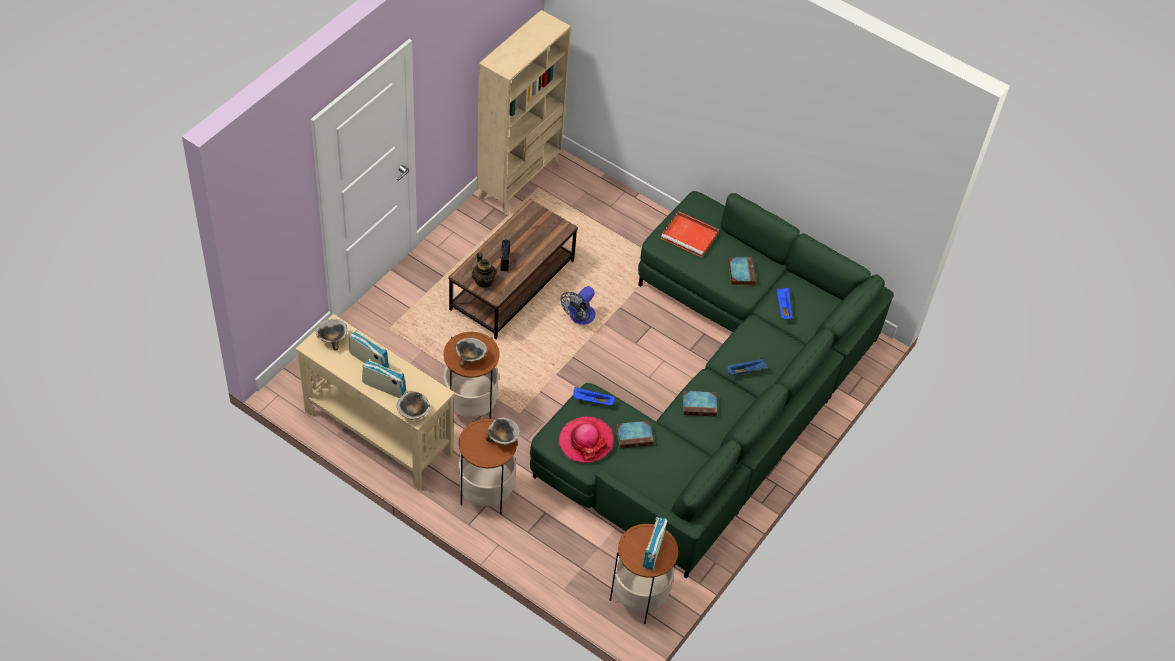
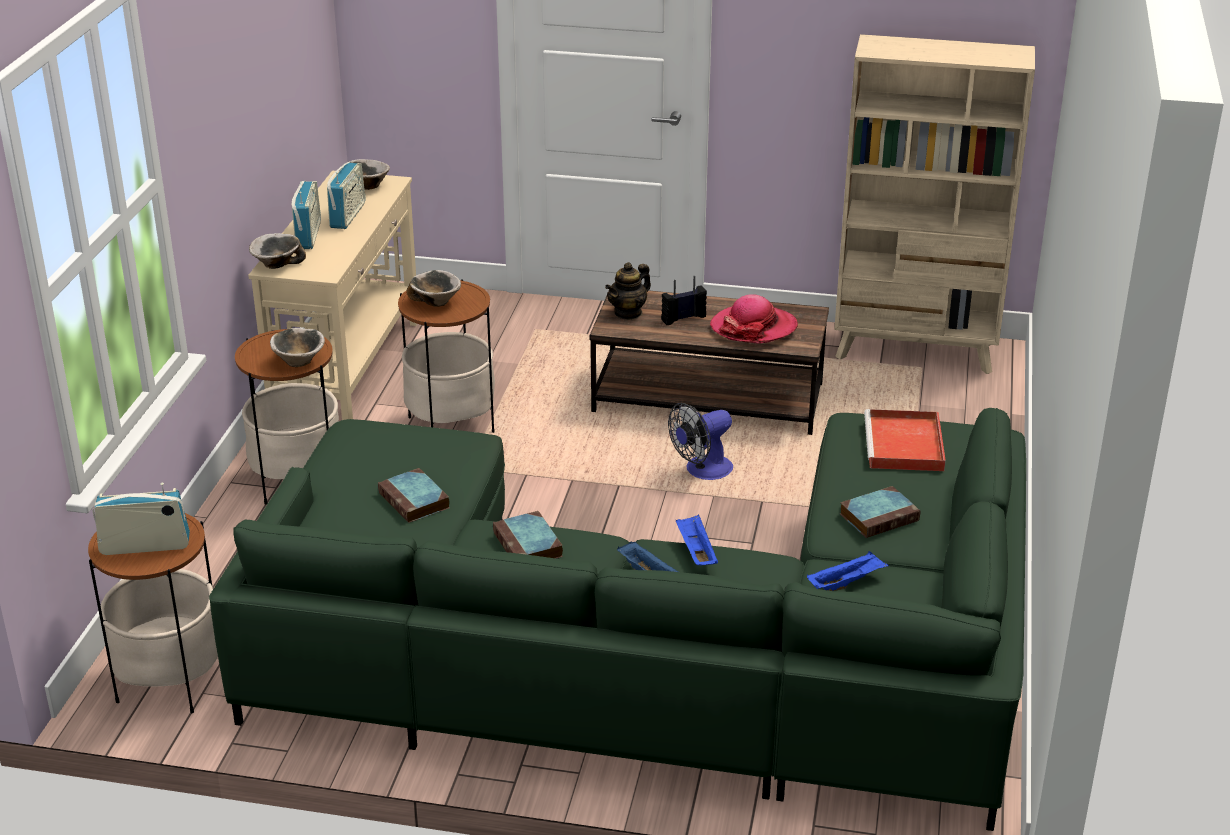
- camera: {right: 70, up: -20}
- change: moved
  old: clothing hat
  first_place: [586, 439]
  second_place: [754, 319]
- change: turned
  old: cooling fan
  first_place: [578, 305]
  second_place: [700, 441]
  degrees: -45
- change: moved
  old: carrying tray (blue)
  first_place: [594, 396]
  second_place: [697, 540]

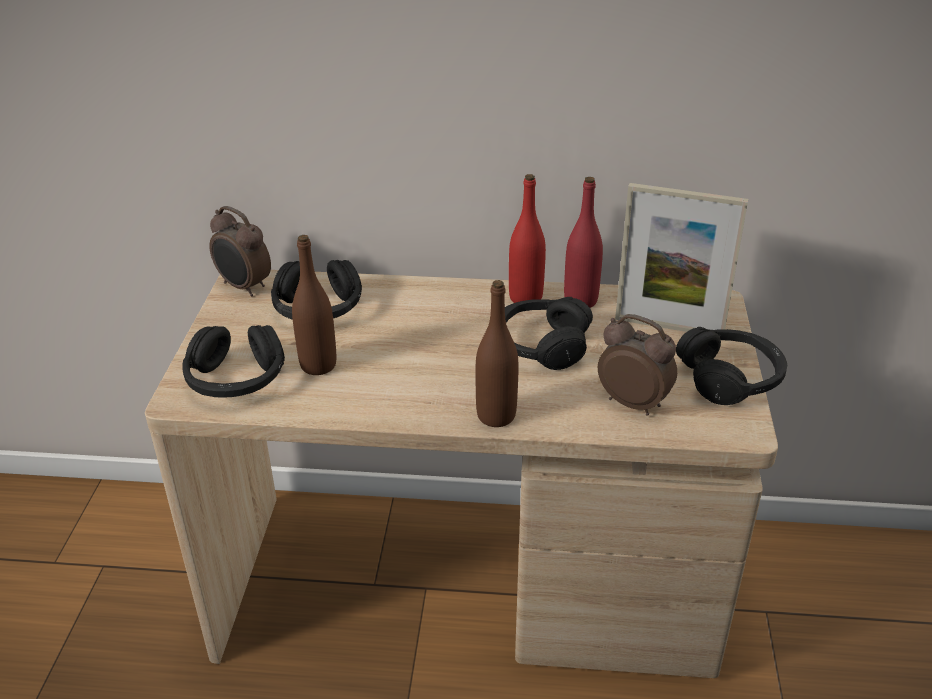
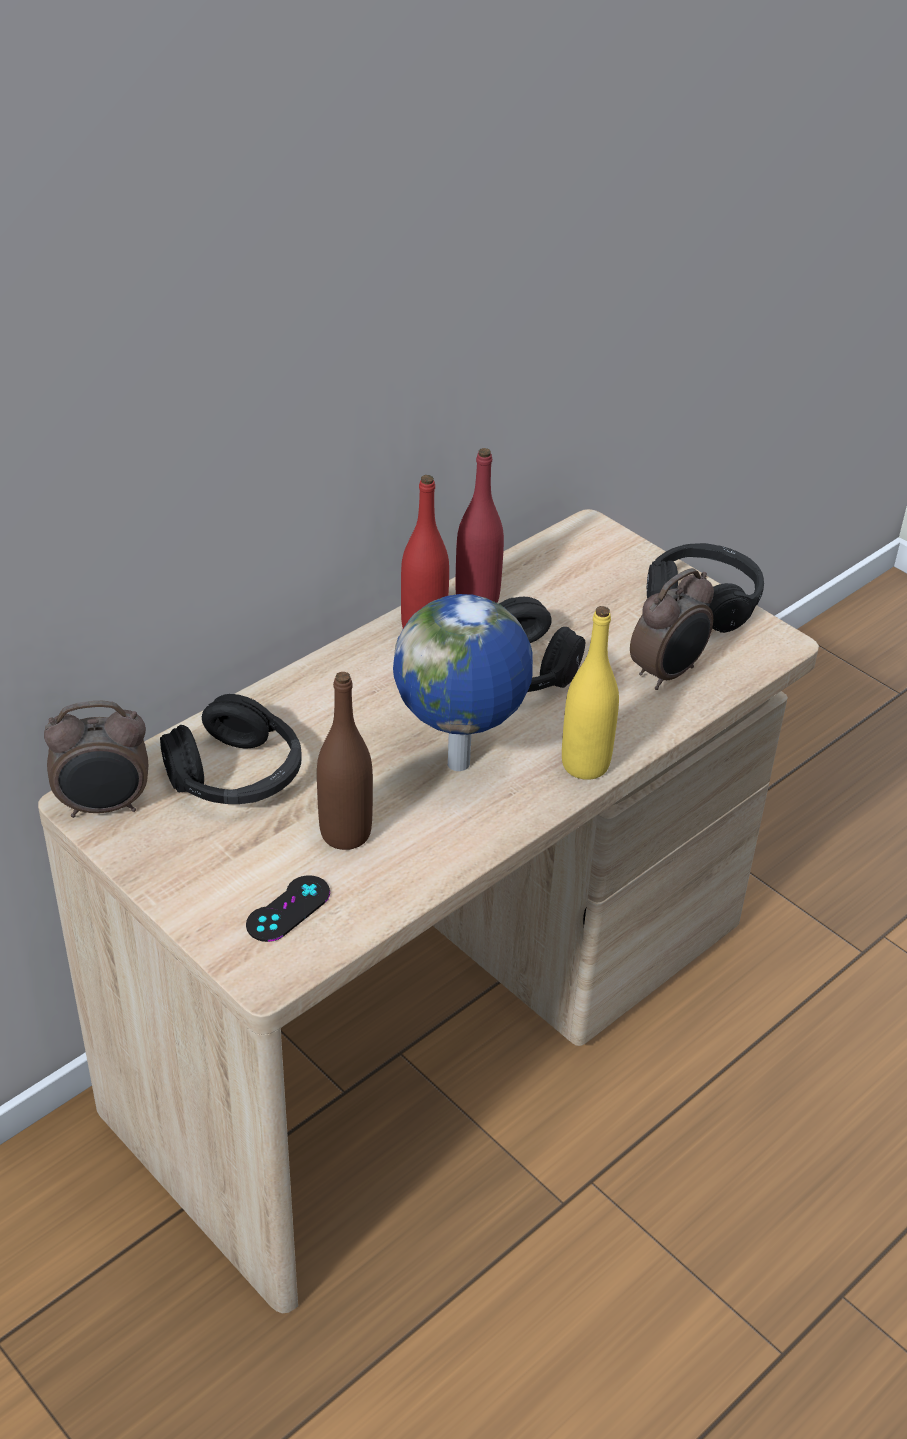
- camera: {right: -50, up: 5}
- change: replaced
  old: headphones (blackish)
  new: game controller (blackish)
  first_place: [233, 361]
  second_place: [288, 908]
- change: recoloured
  old: bottle (brown-coloured)
  new: bottle (yellow)
  first_place: [497, 353]
  second_place: [590, 693]
- change: turned
  old: bedside clock
  first_place: [637, 365]
  second_place: [672, 629]
  degrees: 150
- change: removed
  old: standing frame
  first_place: [681, 257]
- change: added
  new: world globe
  second_place: [463, 682]

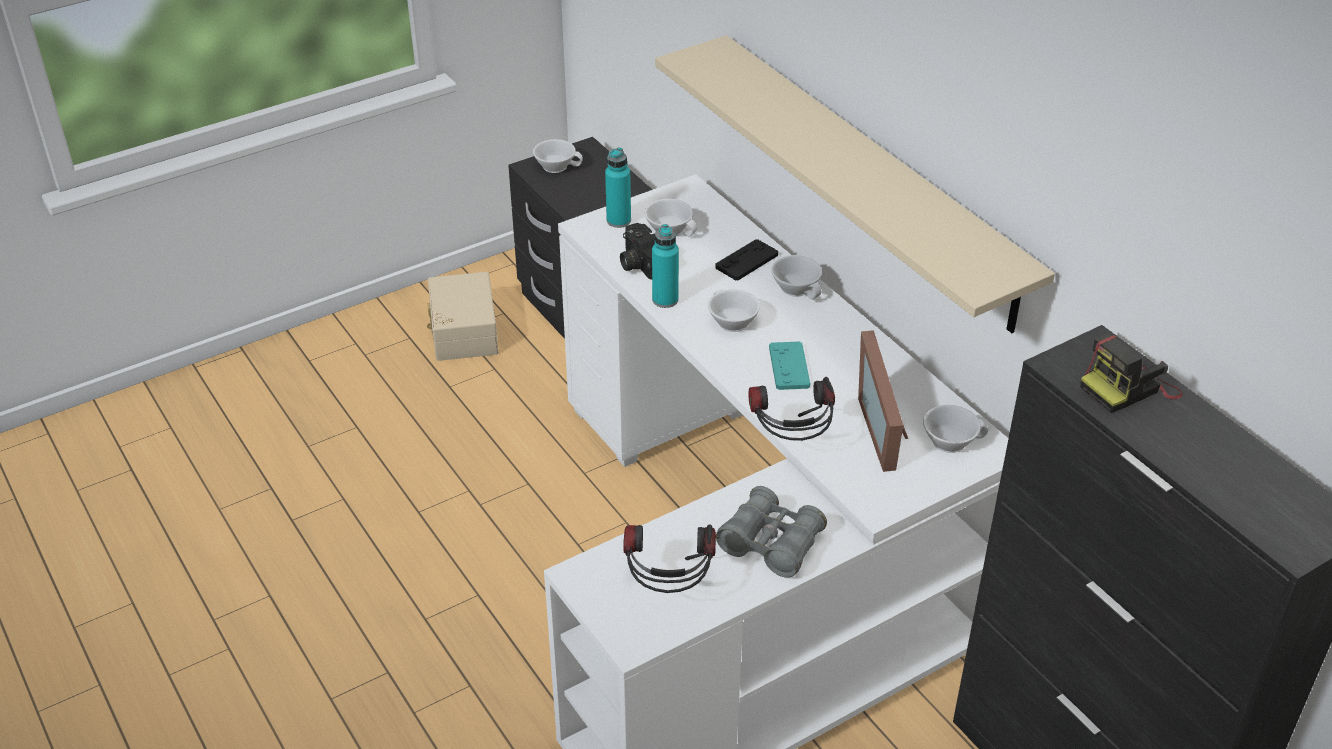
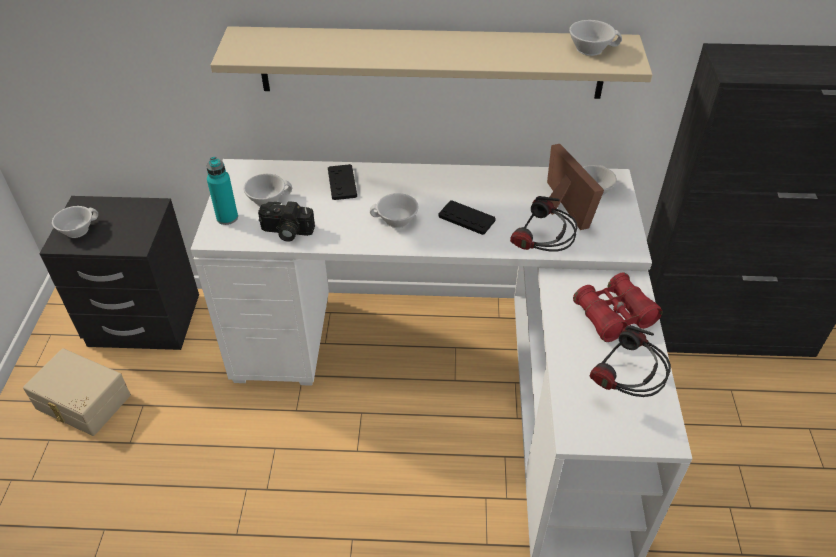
- camera: {right: -55, up: 5}
- change: removed
  old: bottle (turquoise)
  first_place: [665, 266]
- change: recoloured
  old: pair of binoculars (greyish)
  new: pair of binoculars (red-coloured)
  first_place: [771, 532]
  second_place: [618, 307]
- change: recoloured
  old: game controller (turquoise)
  new: game controller (blackish)
  first_place: [789, 365]
  second_place: [467, 218]
- change: moved
  old: cup (whitish)
  first_place: [796, 277]
  second_place: [595, 38]
- change: turned
  old: standing frame
  first_place: [883, 401]
  second_place: [575, 187]
  degrees: -135
- change: removed
  old: still camera
  first_place: [1131, 373]

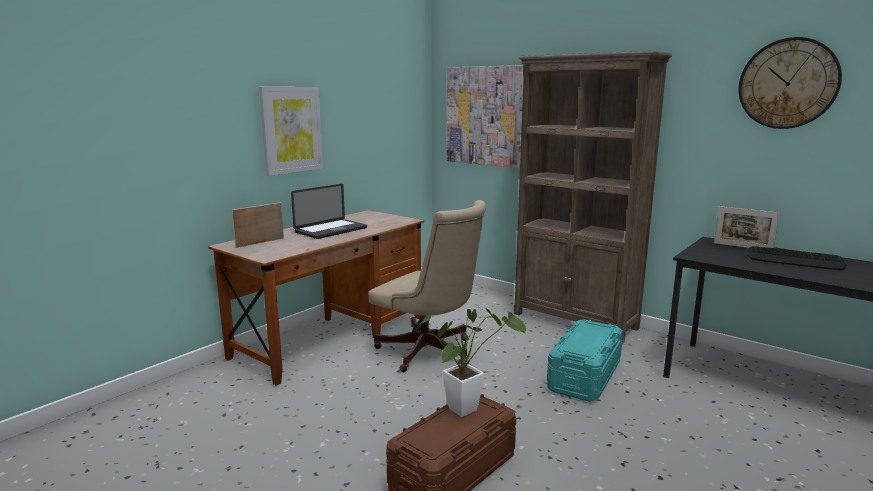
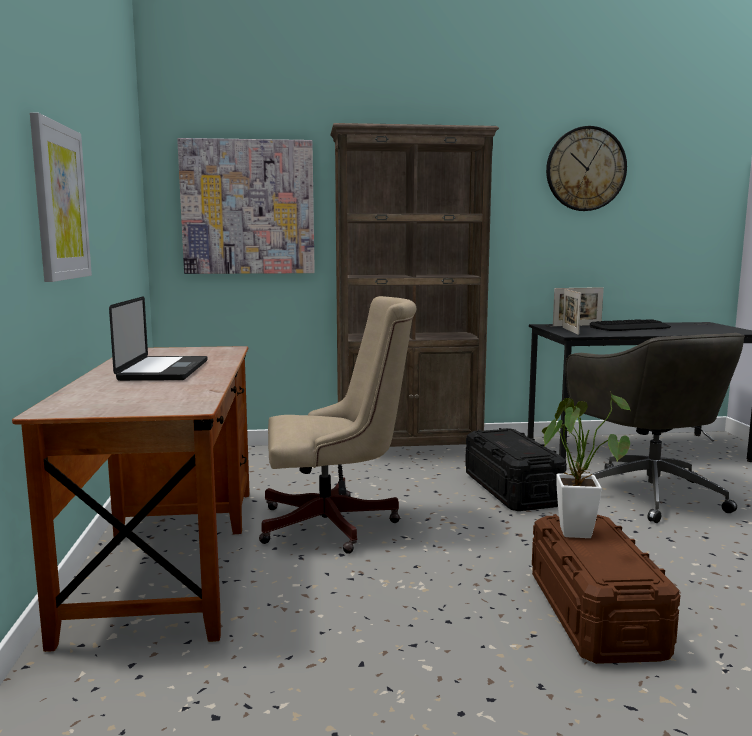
- camera: {right: -45, up: -5}
- change: moved
  old: standing frame
  first_place: [258, 225]
  second_place: [572, 312]
- change: recoloured
  old: storage box (turquoise)
  new: storage box (blackish)
  first_place: [585, 360]
  second_place: [516, 469]
- change: added
  new: desk chair (greyish)
  second_place: [655, 428]

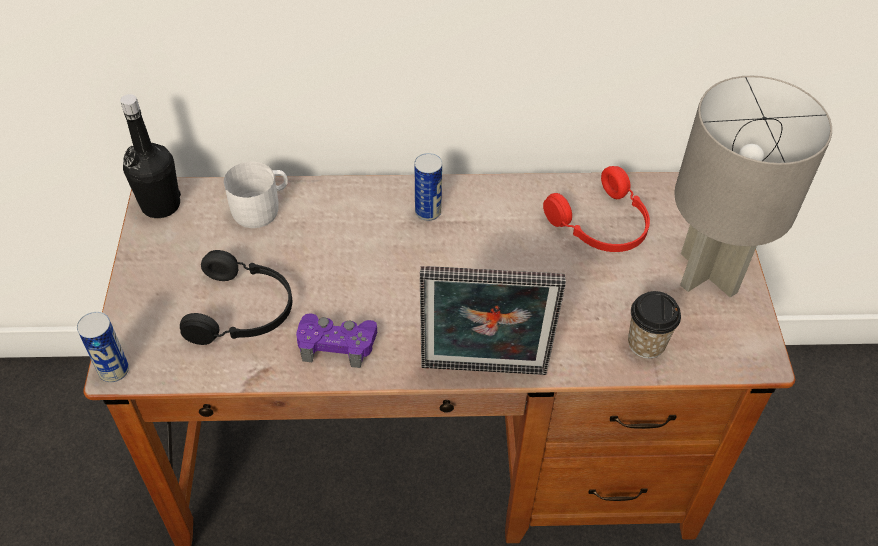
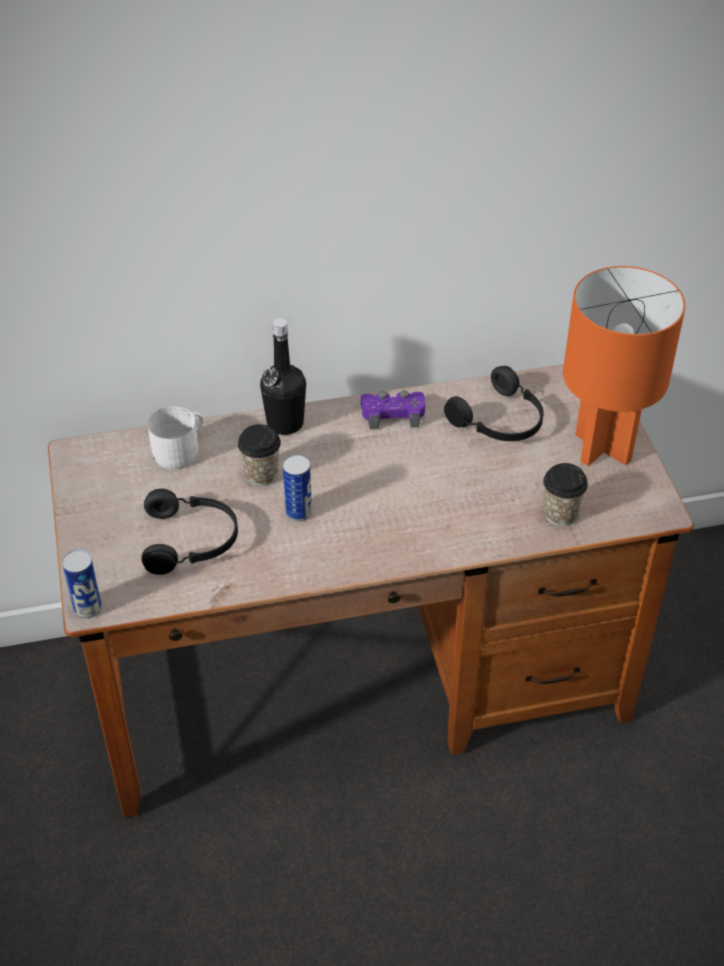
- camera: {right: -10, up: -5}
- change: moved
  old: bottle (blackish)
  first_place: [150, 156]
  second_place: [283, 376]
- change: moved
  old: game controller (purplish)
  first_place: [336, 340]
  second_place: [393, 410]
- change: moved
  old: sealed can
  first_place: [428, 187]
  second_place: [297, 488]
- change: removed
  old: standing frame
  first_place: [493, 320]
- change: recoloured
  old: headphones (red-coloured)
  new: headphones (blackish)
  first_place: [596, 209]
  second_place: [494, 403]
- change: recoloured
  old: tabletop lamp (greyish)
  new: tabletop lamp (orange)
  first_place: [753, 187]
  second_place: [624, 366]
- change: added
  new: cup
  second_place: [259, 455]

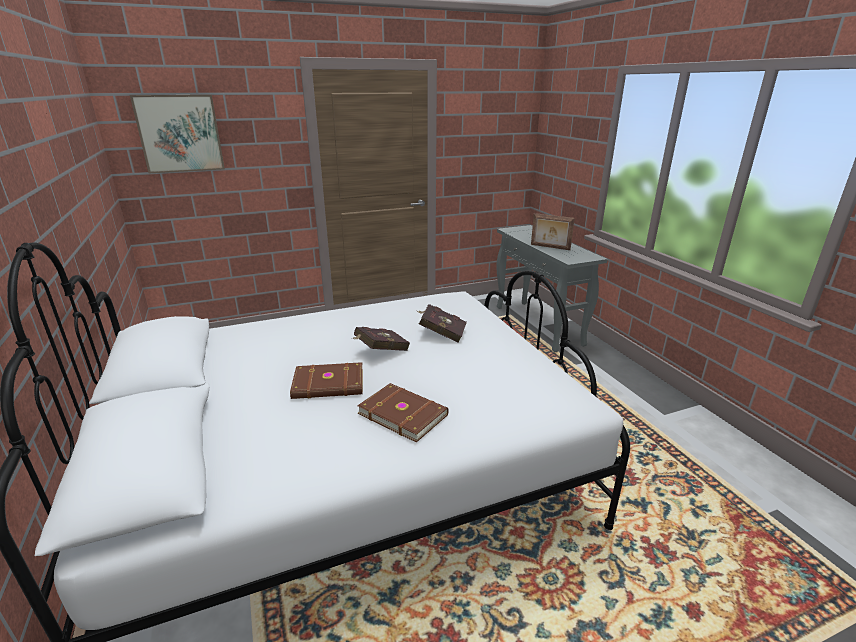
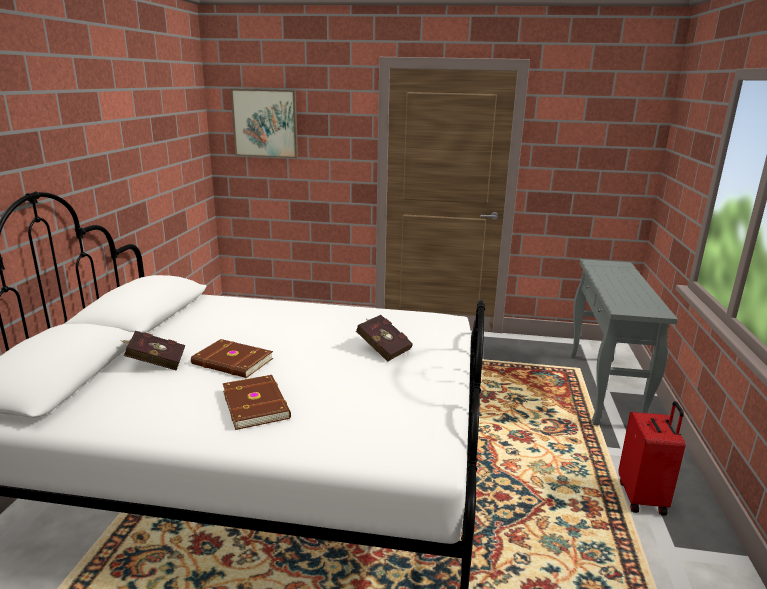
- camera: {right: 30, up: -5}
- change: moved
  old: bound book (red-coloured)
  first_place: [381, 339]
  second_place: [153, 351]
- change: removed
  old: standing frame
  first_place: [553, 231]
- change: added
  new: travel case (red-coloured)
  second_place: [652, 458]

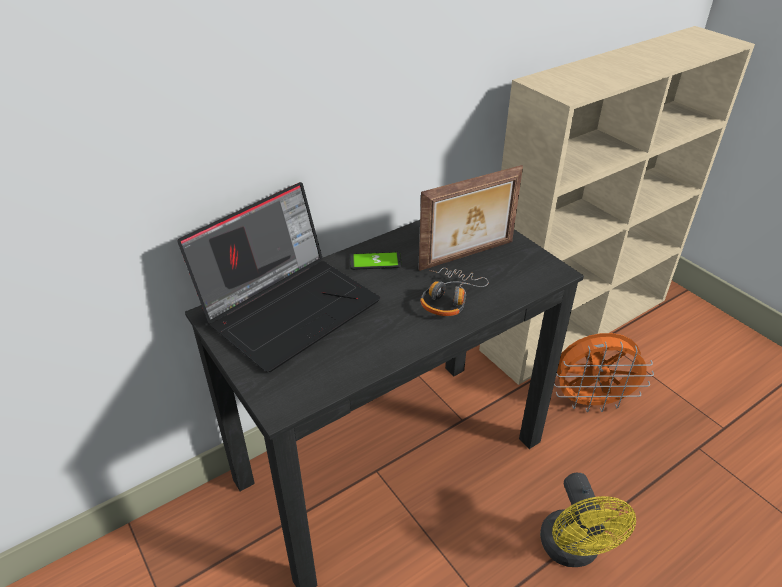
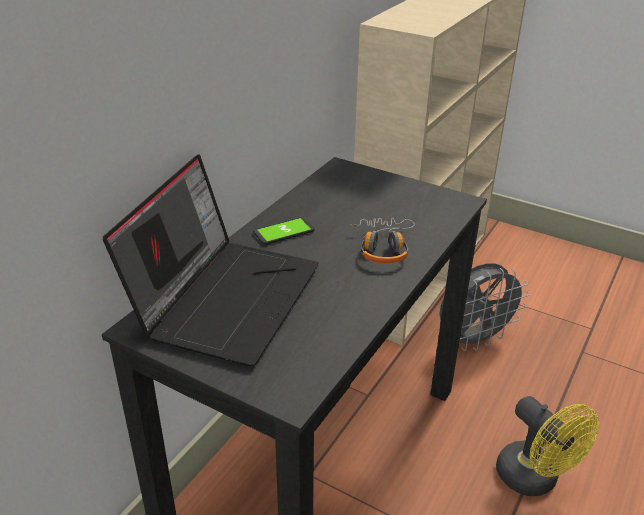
- camera: {right: -25, up: -5}
- change: removed
  old: standing frame
  first_place: [470, 218]
- change: recoloured
  old: cooling fan (orange)
  new: cooling fan (greyish)
  first_place: [604, 372]
  second_place: [484, 307]

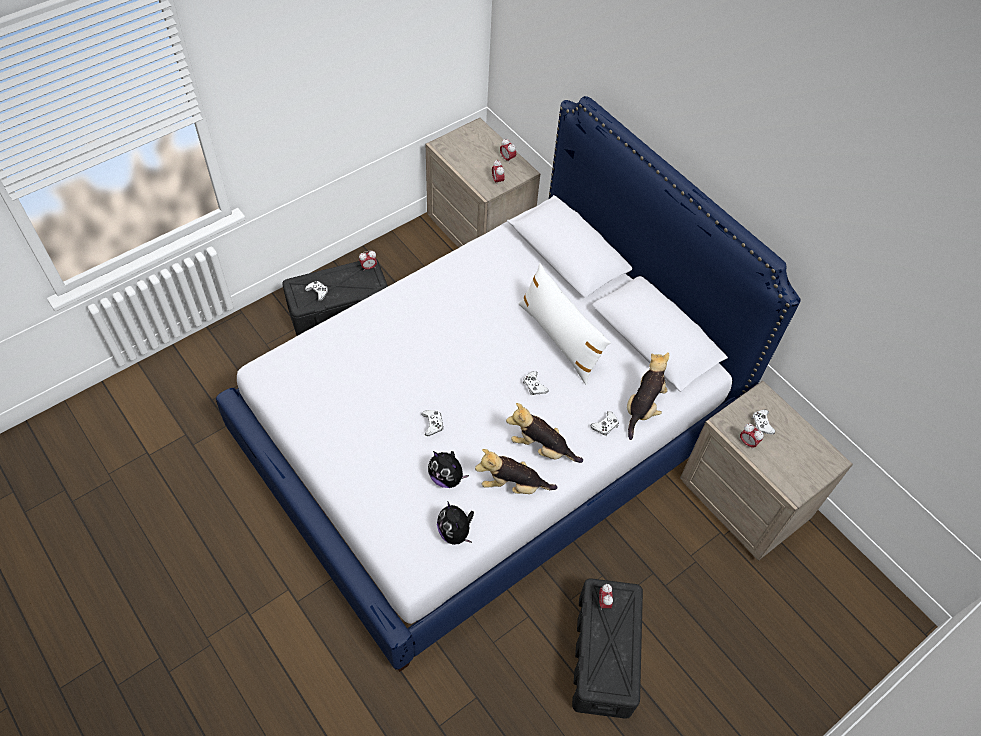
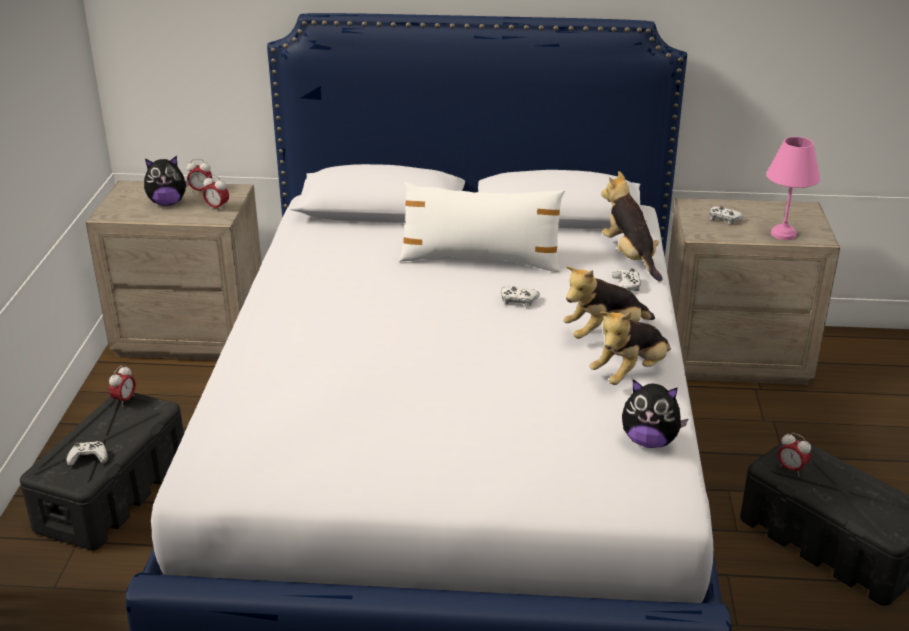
- camera: {right: -45, up: -25}
- change: removed
  old: game controller (whitish)
  first_place: [433, 423]
- change: moved
  old: cuddly toy
  first_place: [448, 469]
  second_place: [166, 181]
- change: removed
  old: bedside clock
  first_place: [752, 436]
- change: added
  new: tabletop lamp (pink)
  second_place: [793, 188]

